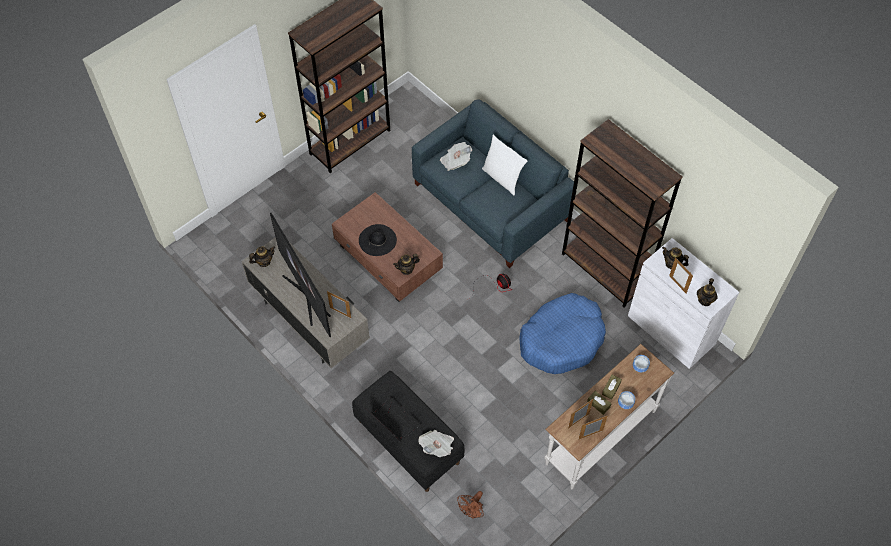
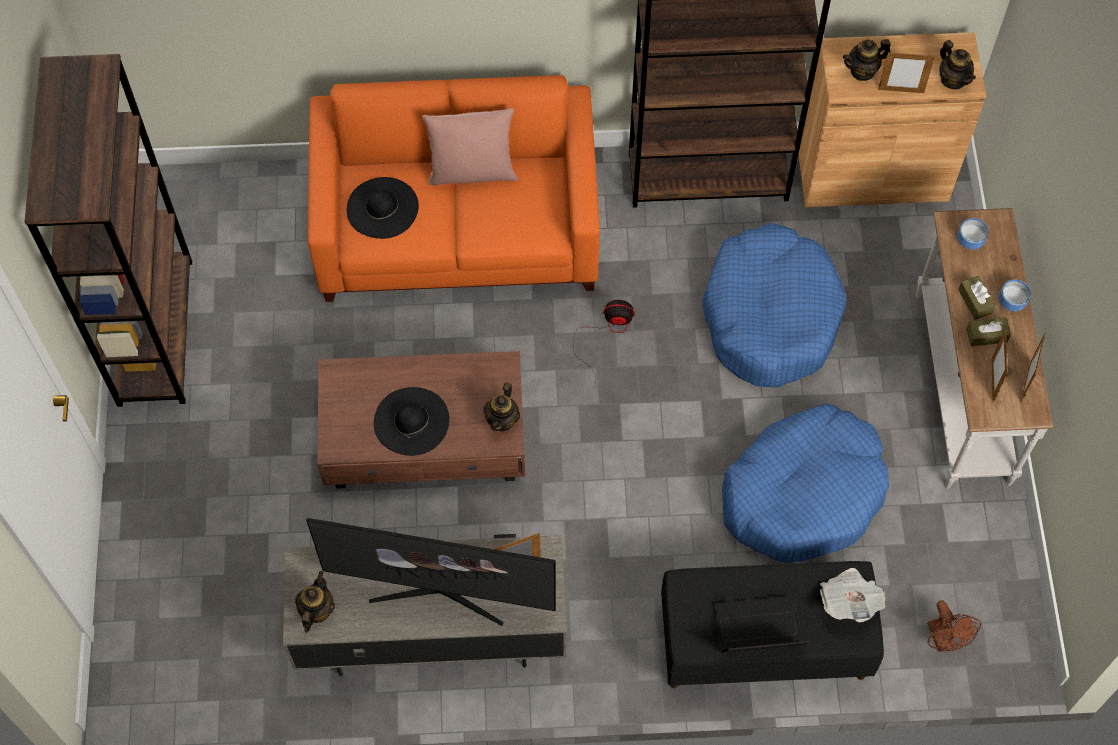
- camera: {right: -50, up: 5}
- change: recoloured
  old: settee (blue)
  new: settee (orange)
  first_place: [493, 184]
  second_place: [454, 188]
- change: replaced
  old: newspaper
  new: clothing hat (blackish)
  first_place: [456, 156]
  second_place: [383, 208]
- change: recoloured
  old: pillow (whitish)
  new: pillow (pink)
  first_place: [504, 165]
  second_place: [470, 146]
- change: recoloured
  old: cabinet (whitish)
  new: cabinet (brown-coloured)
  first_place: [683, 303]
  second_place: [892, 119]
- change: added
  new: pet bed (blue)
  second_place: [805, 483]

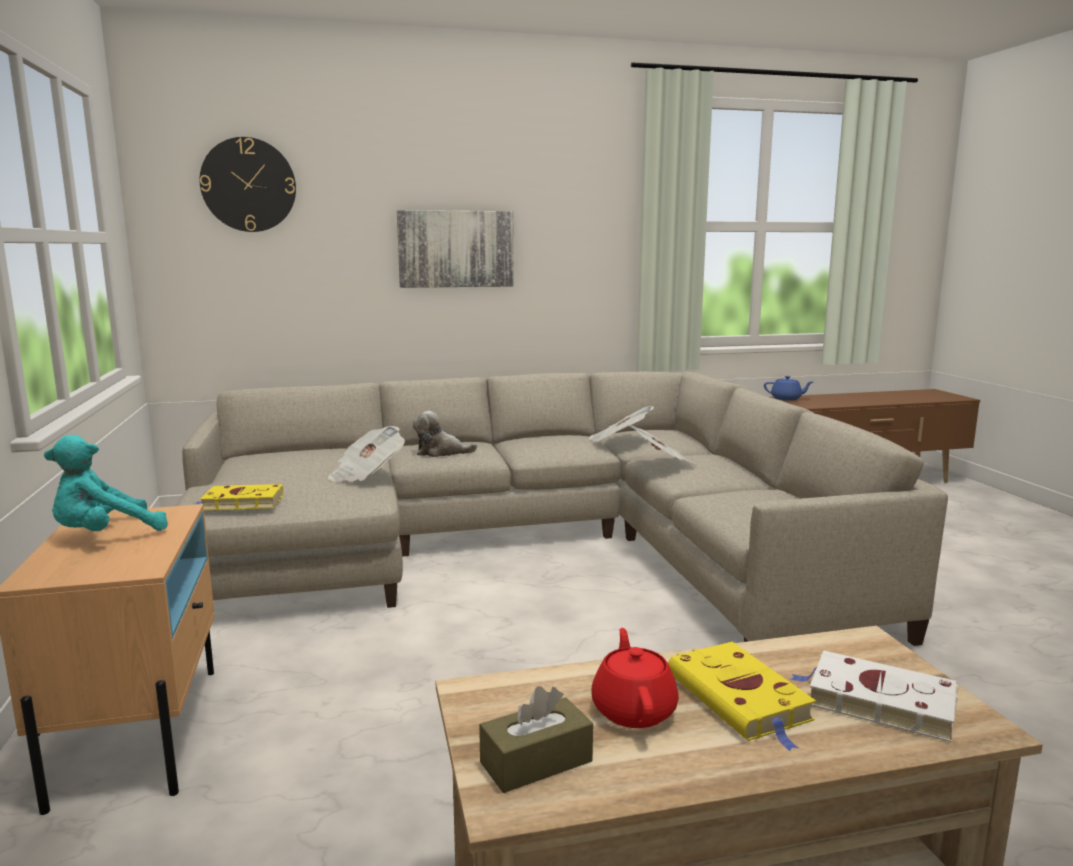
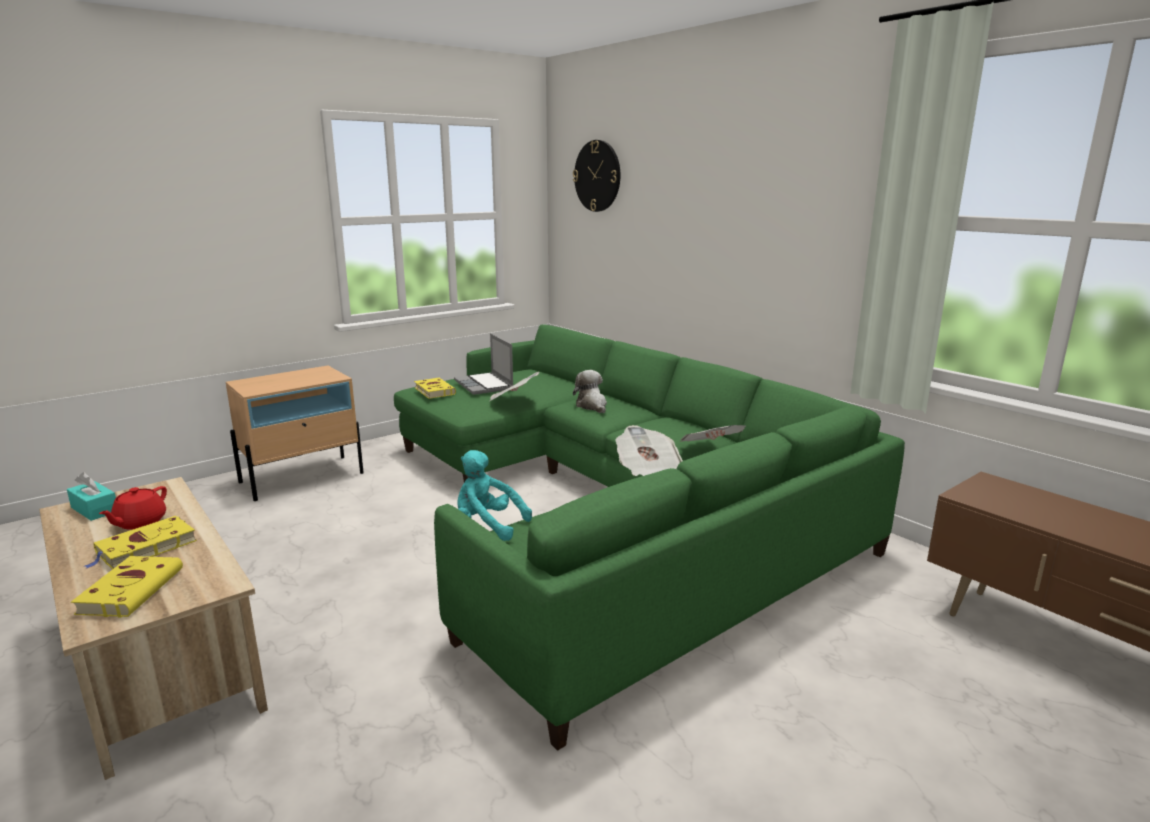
- camera: {right: 65, up: 5}
- change: moved
  old: cuddly toy (turquoise)
  first_place: [106, 483]
  second_place: [494, 495]
- change: recoloured
  old: settee (beige-coloured)
  new: settee (green-coloured)
  first_place: [562, 509]
  second_place: [649, 537]
- change: removed
  old: picture
  first_place: [455, 249]
- change: recoloured
  old: tissue box (brown-coloured)
  new: tissue box (turquoise)
  first_place: [536, 739]
  second_place: [91, 496]
- change: turned
  old: pot for tea (red-coloured)
  first_place: [635, 678]
  second_place: [133, 508]
  degrees: 135
- change: removed
  old: pot for tea (blue)
  first_place: [788, 388]
- change: recoloured
  old: bound book (whitish)
  new: bound book (yellow)
  first_place: [875, 696]
  second_place: [127, 587]
- change: added
  new: notebook computer
  second_place: [483, 364]

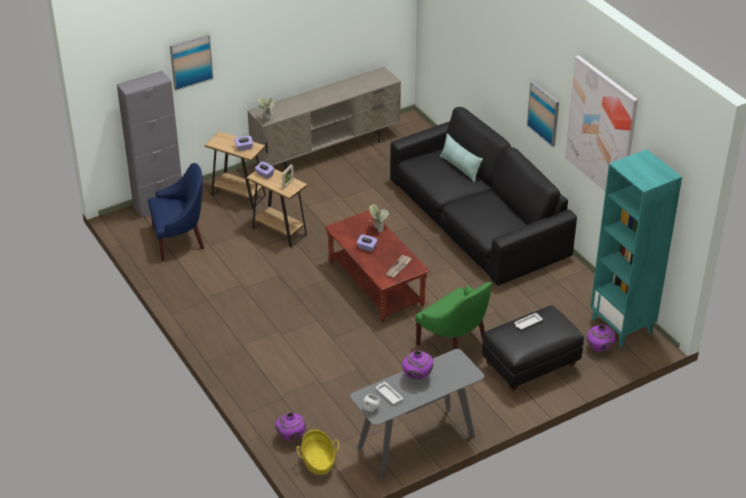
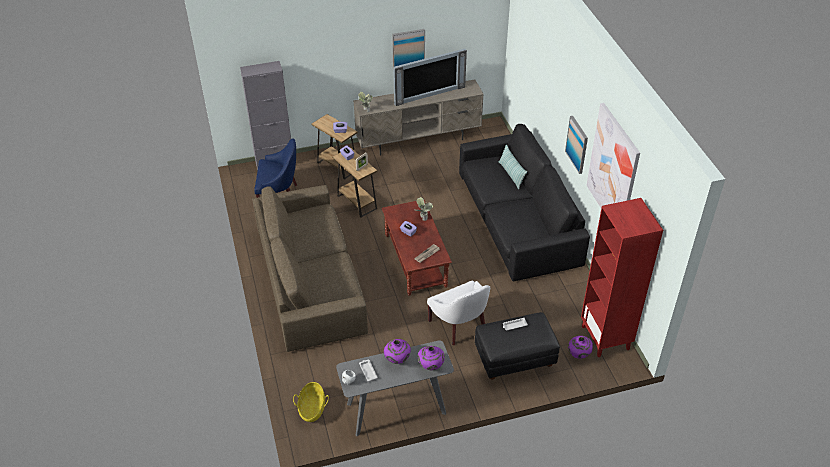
- camera: {right: 15, up: 5}
- change: moved
  old: picture
  first_place: [192, 62]
  second_place: [408, 48]
- change: moved
  old: vase (purplish)
  first_place: [290, 426]
  second_place: [431, 358]
- change: recoloured
  old: lounge chair (green-coloured)
  new: lounge chair (whitish)
  first_place: [453, 316]
  second_place: [458, 313]
- change: recoloured
  old: bookshelf (turquoise)
  new: bookshelf (red-coloured)
  first_place: [636, 248]
  second_place: [622, 277]
- change: added
  new: settee (brown-coloured)
  second_place: [310, 268]
- change: added
  new: television
  second_place: [430, 77]

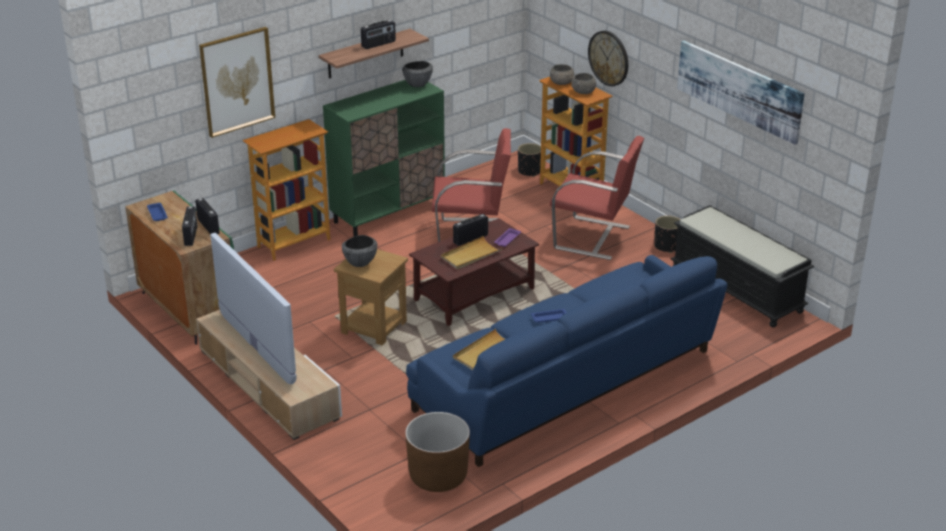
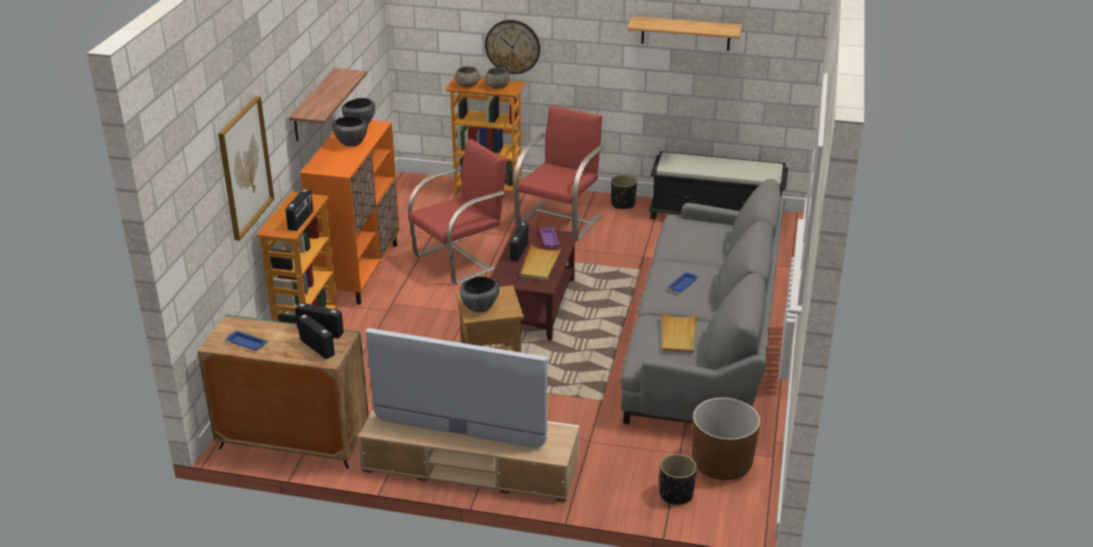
- camera: {right: -40, up: 0}
- change: recoloured
  old: cabinet (green-coloured)
  new: cabinet (orange)
  first_place: [384, 158]
  second_place: [350, 212]
- change: moved
  old: radio set
  first_place: [378, 34]
  second_place: [299, 210]
- change: recoloured
  old: settee (blue)
  new: settee (greyish)
  first_place: [566, 361]
  second_place: [702, 301]
- change: moved
  old: plant pot (blackish)
  first_place: [529, 160]
  second_place: [678, 479]
- change: turned
  old: lounge chair (red-coloured)
  first_place: [597, 198]
  second_place: [559, 173]
  degrees: -45
- change: replaced
  old: picture
  new: shelf
  first_place: [741, 92]
  second_place: [684, 33]
- change: added
  new: bowl
  second_place: [350, 132]

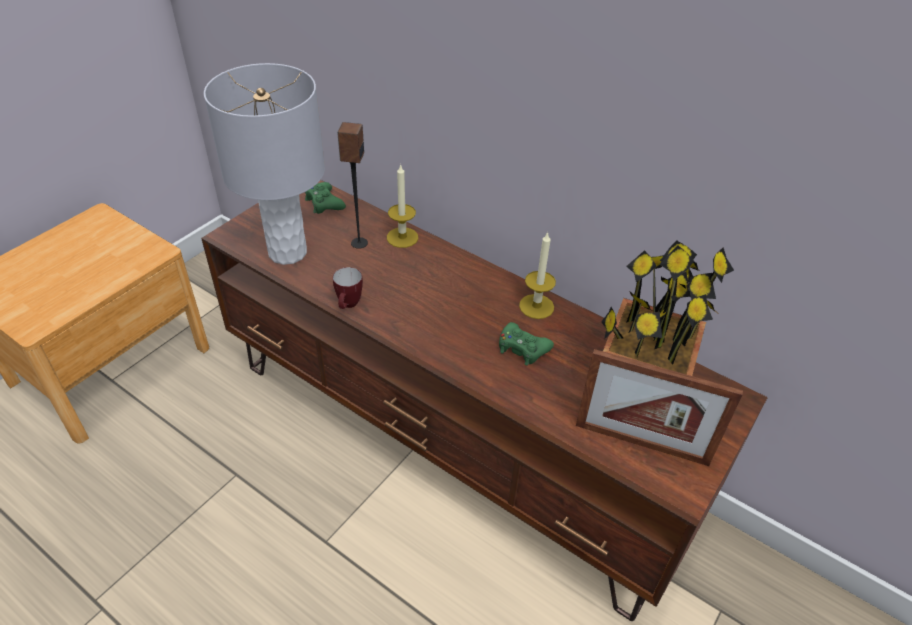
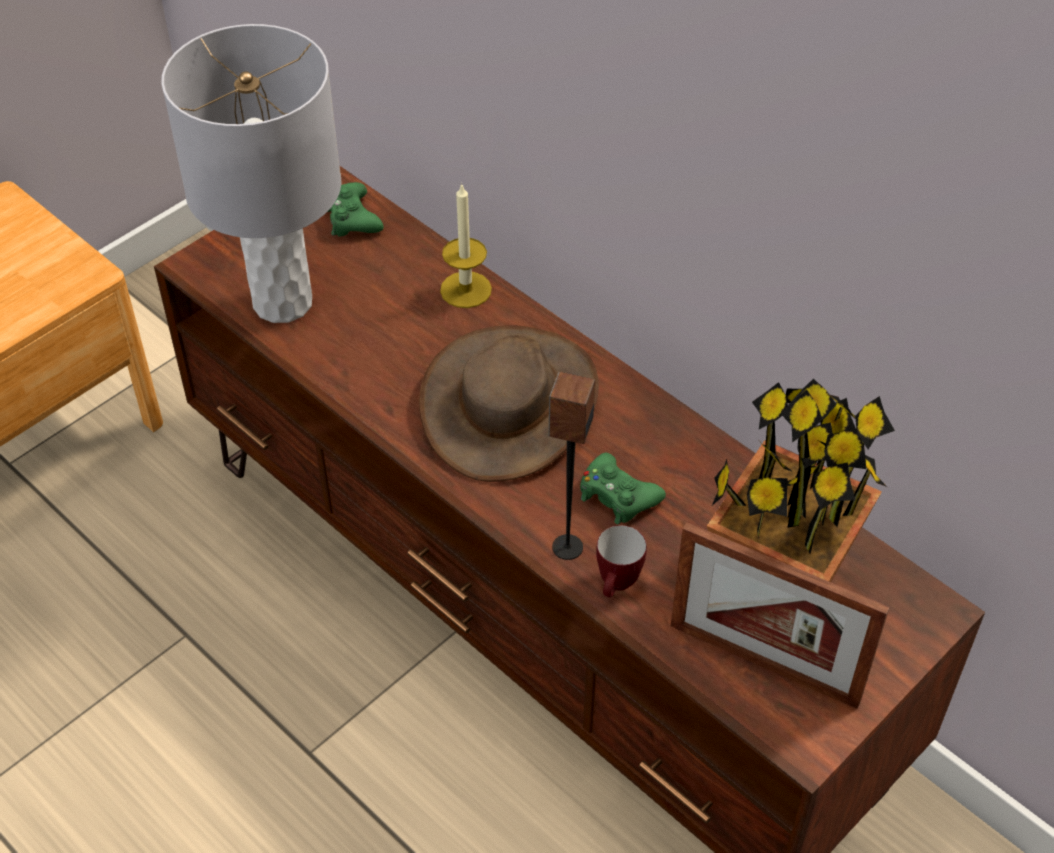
- camera: {right: 10, up: 5}
- change: moved
  old: mug
  first_place: [348, 288]
  second_place: [621, 561]
- change: moved
  old: audio speaker
  first_place: [352, 185]
  second_place: [572, 466]
- change: removed
  old: wax candle
  first_place: [537, 275]
- change: added
  new: clothing hat (brown-coloured)
  second_place: [509, 403]

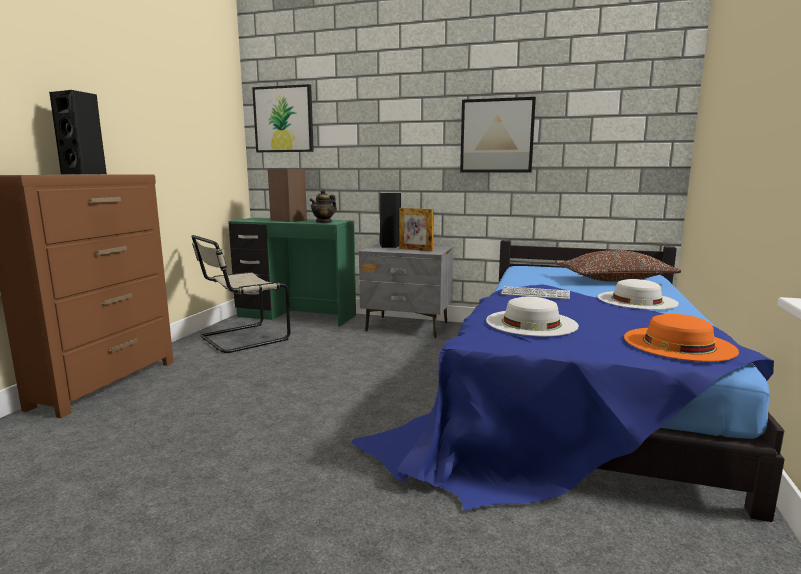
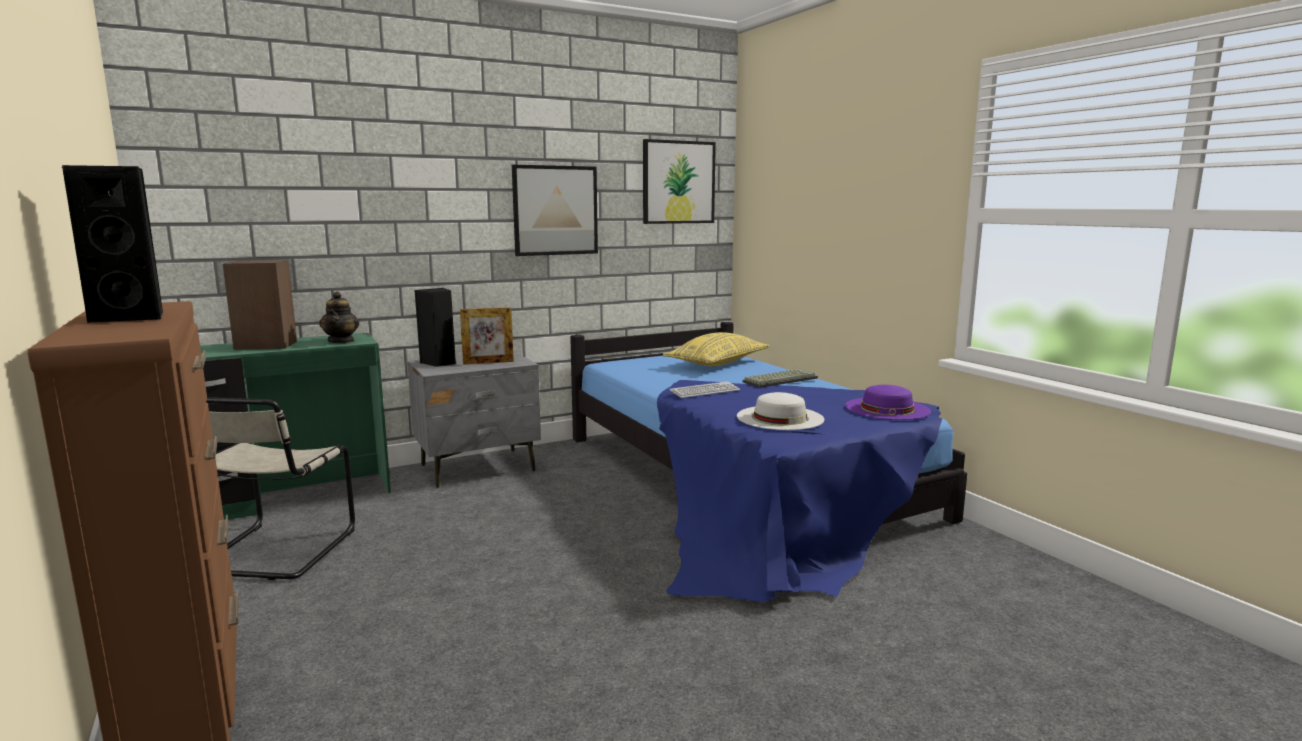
- camera: {right: -45, up: 0}
- change: moved
  old: picture
  first_place: [283, 118]
  second_place: [679, 181]
- change: recoloured
  old: pillow (brown-coloured)
  new: pillow (yellow)
  first_place: [619, 266]
  second_place: [716, 349]
- change: replaced
  old: clothing hat (whitish)
  new: PC keyboard
  first_place: [638, 294]
  second_place: [780, 378]
- change: recoloured
  old: clothing hat (orange)
  new: clothing hat (purplish)
  first_place: [681, 338]
  second_place: [888, 402]

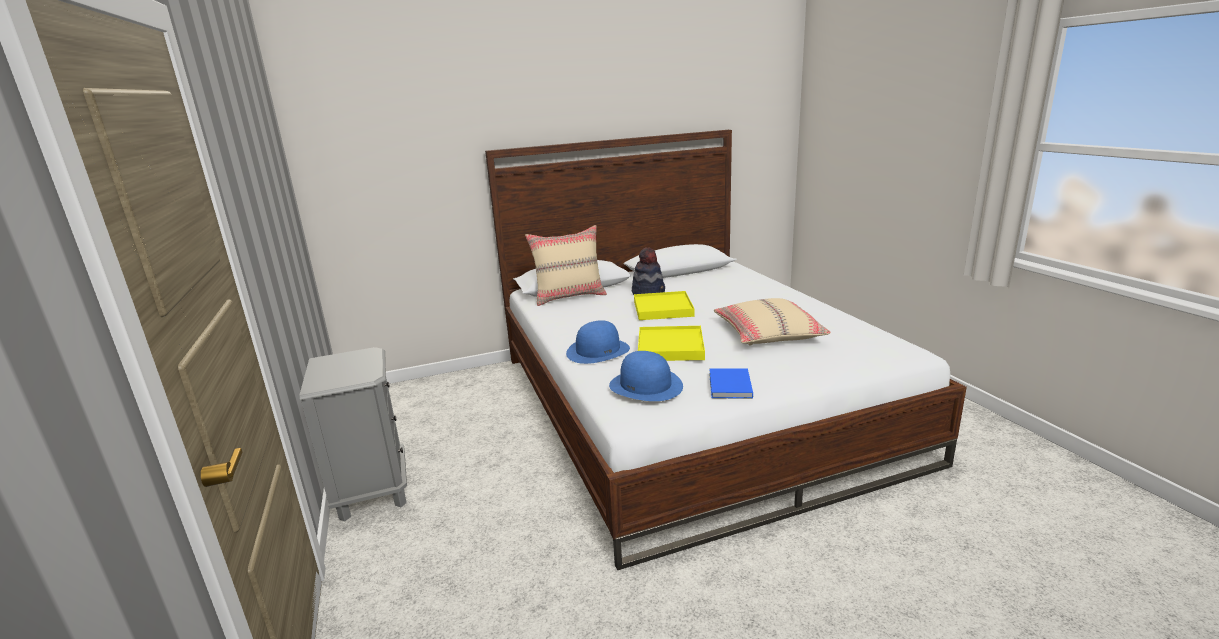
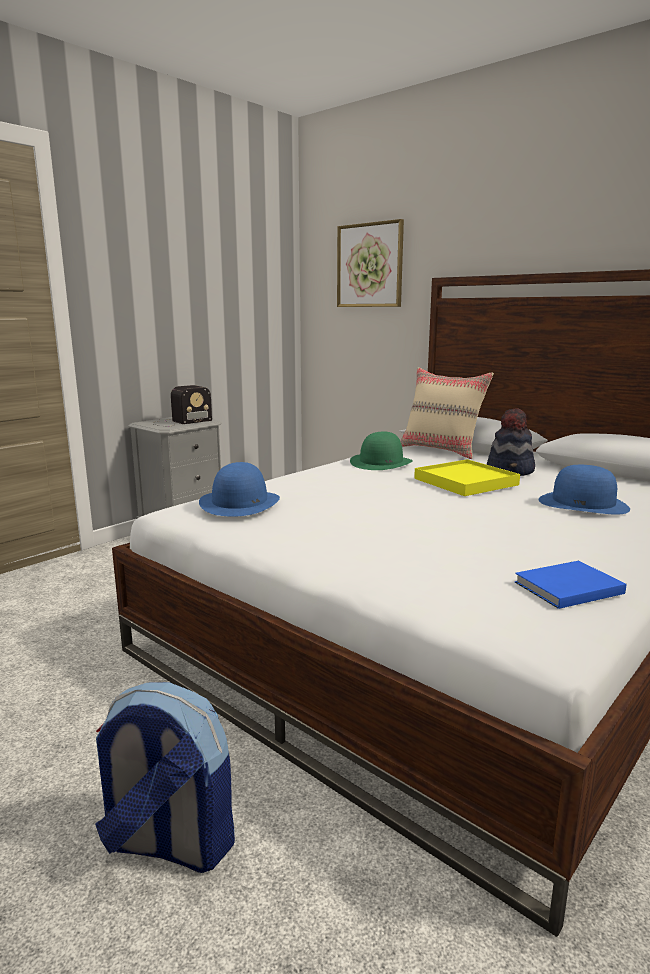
- camera: {right: 60, up: -5}
- change: moved
  old: clothing hat (blue)
  first_place: [598, 342]
  second_place: [584, 490]
- change: removed
  old: carrying tray (yellow)
  first_place: [671, 343]
- change: moved
  old: bound book (blue)
  first_place: [731, 384]
  second_place: [570, 585]
- change: removed
  old: pillow (beige-coloured)
  first_place: [772, 322]
- change: added
  new: rucksack
  second_place: [165, 777]
- change: added
  new: radio set
  second_place: [182, 405]
- change: added
  new: picture
  second_place: [370, 263]
- change: added
  new: clothing hat (green-coloured)
  second_place: [381, 450]

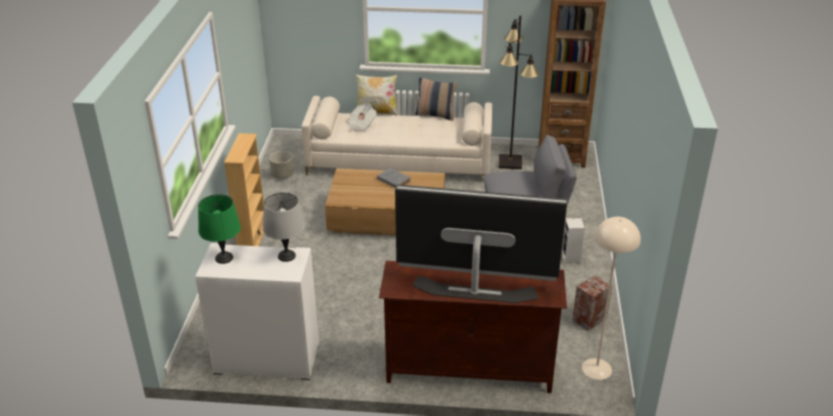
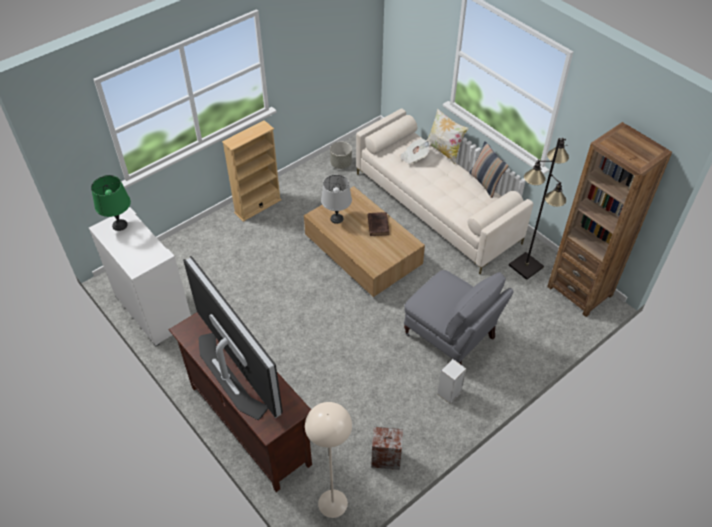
- camera: {right: 45, up: 15}
- change: moved
  old: tabletop lamp (greyish)
  first_place: [284, 227]
  second_place: [336, 199]
- change: recoloured
  old: bound book (greyish)
  new: bound book (brown-coloured)
  first_place: [394, 178]
  second_place: [378, 224]

